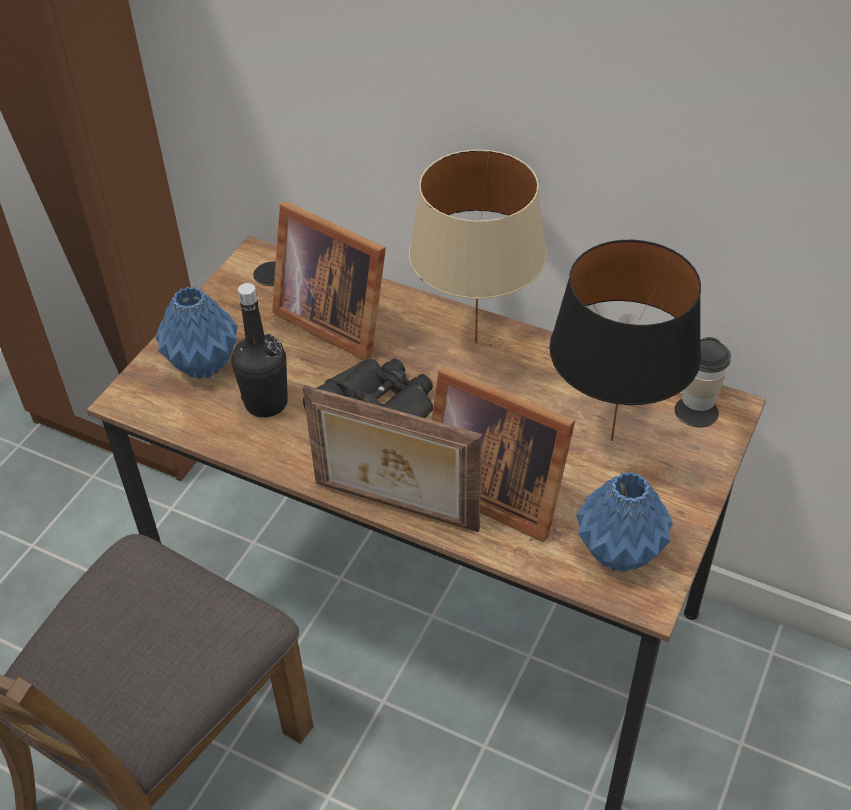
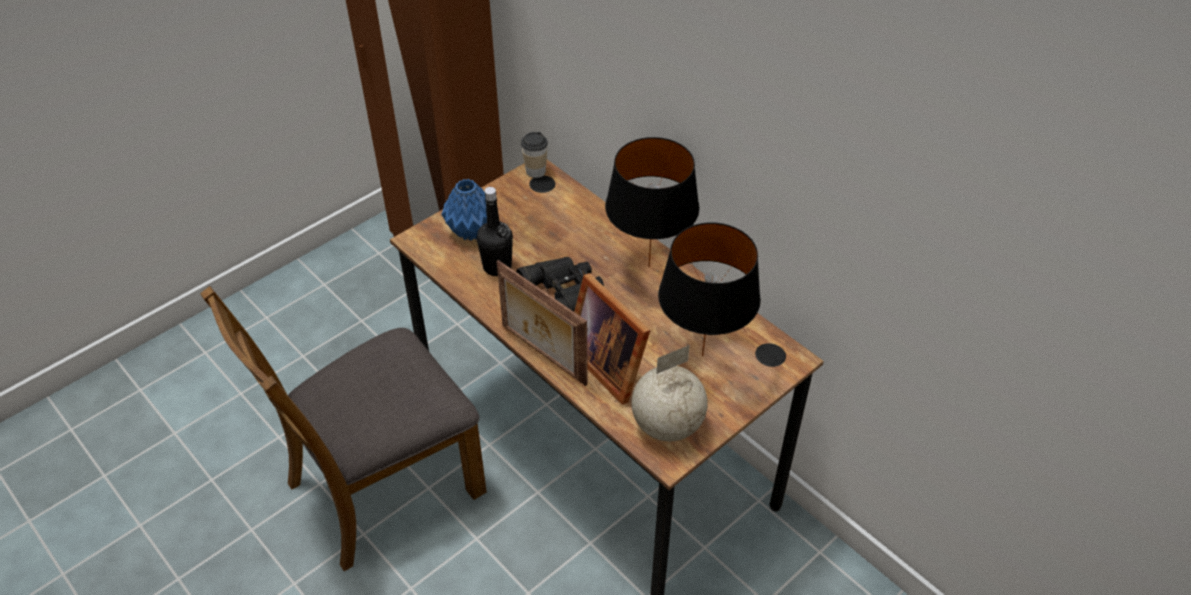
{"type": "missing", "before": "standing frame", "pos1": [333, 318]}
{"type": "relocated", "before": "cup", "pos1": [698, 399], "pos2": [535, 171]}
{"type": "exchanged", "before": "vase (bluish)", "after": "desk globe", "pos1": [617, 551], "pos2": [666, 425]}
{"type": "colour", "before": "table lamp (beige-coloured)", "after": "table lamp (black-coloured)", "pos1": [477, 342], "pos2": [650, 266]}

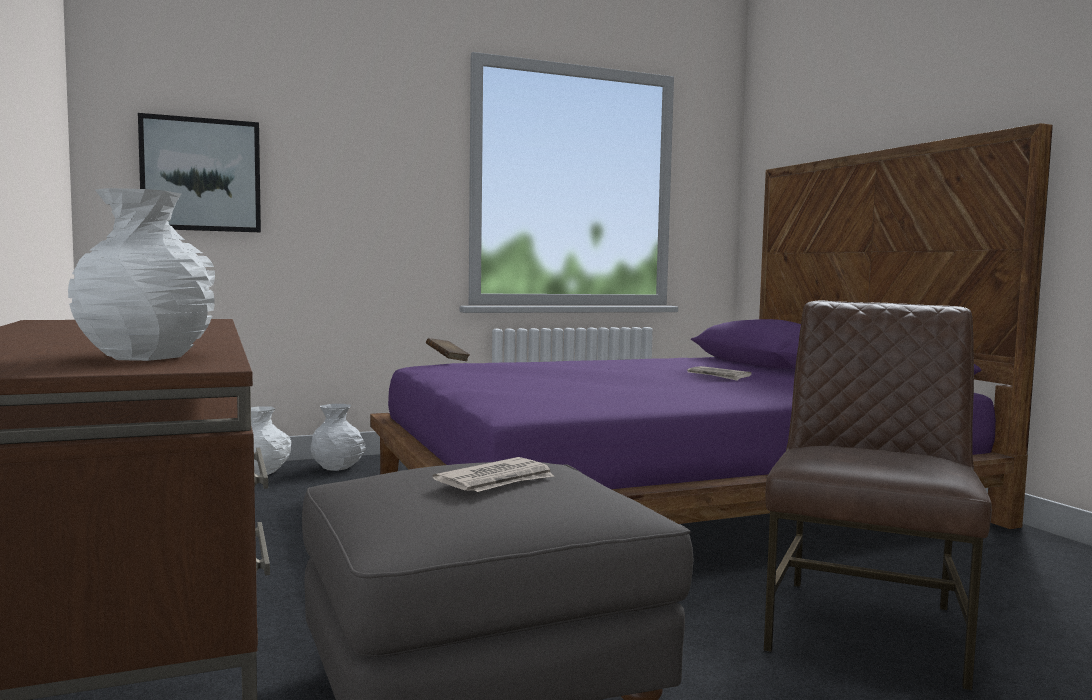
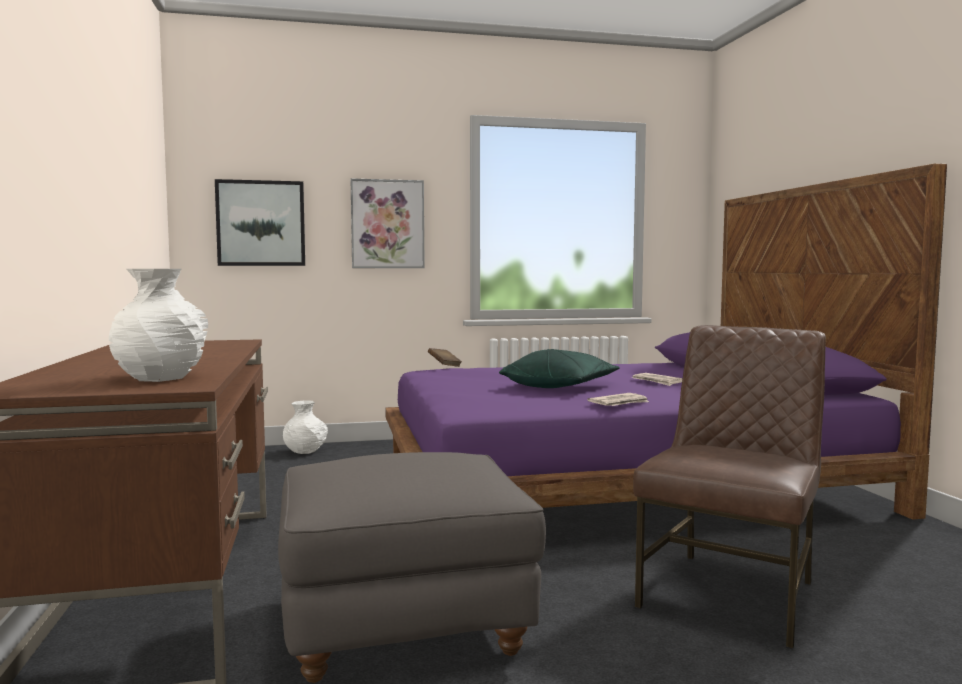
{"type": "missing", "before": "vase (white)", "pos1": [338, 467]}
{"type": "appeared", "after": "wall art", "pos2": [387, 224]}
{"type": "appeared", "after": "throw pillow (green)", "pos2": [559, 387]}
{"type": "relocated", "before": "printed paper", "pos1": [497, 481], "pos2": [619, 403]}

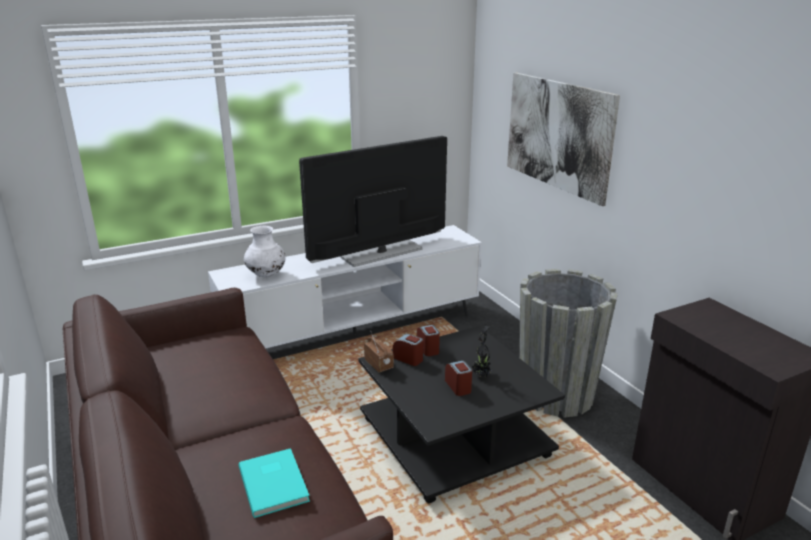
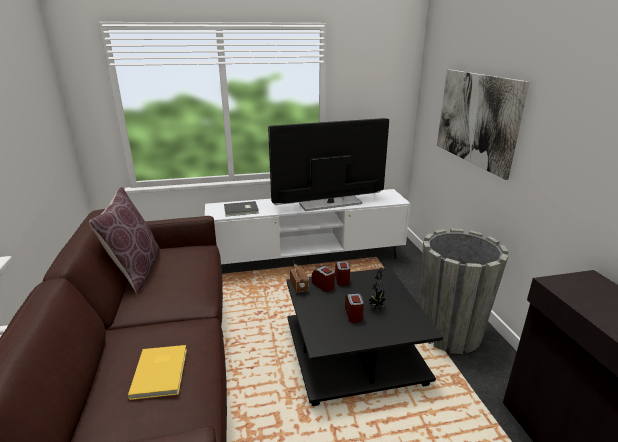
{"type": "appeared", "after": "throw pillow (brown)", "pos2": [136, 270]}
{"type": "exchanged", "before": "vase (white)", "after": "volume (greyish)", "pos1": [266, 275], "pos2": [241, 210]}
{"type": "colour", "before": "volume (turquoise-coloured)", "after": "volume (yellow)", "pos1": [275, 482], "pos2": [161, 372]}

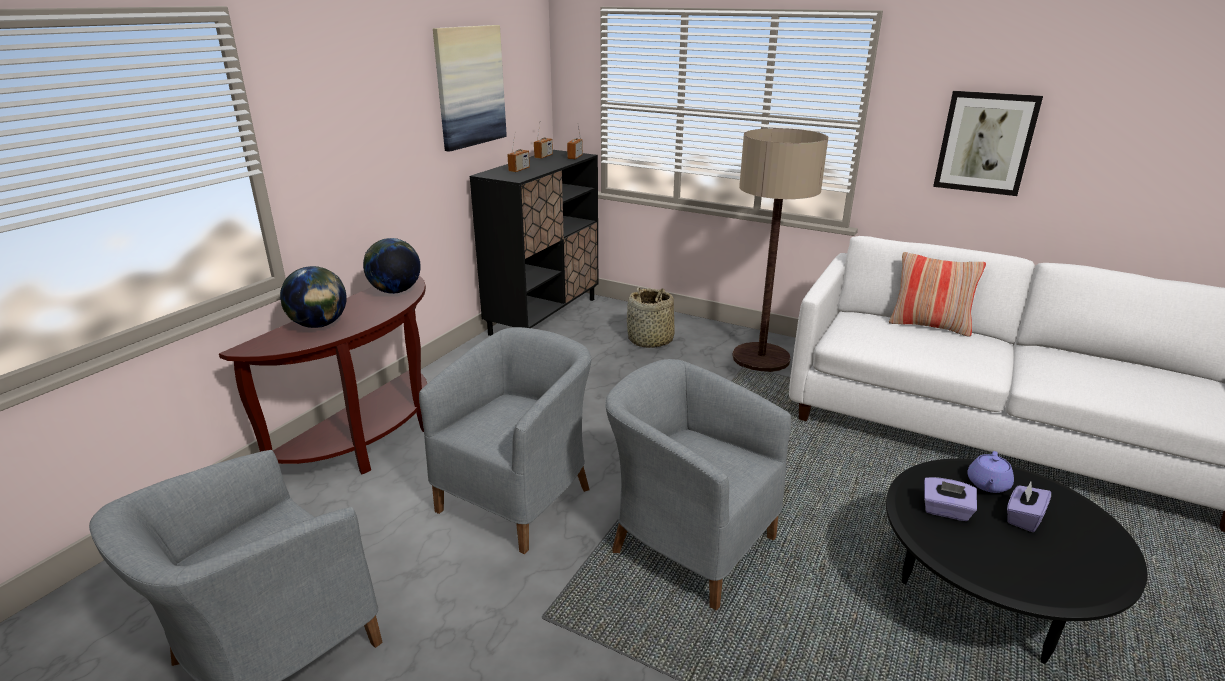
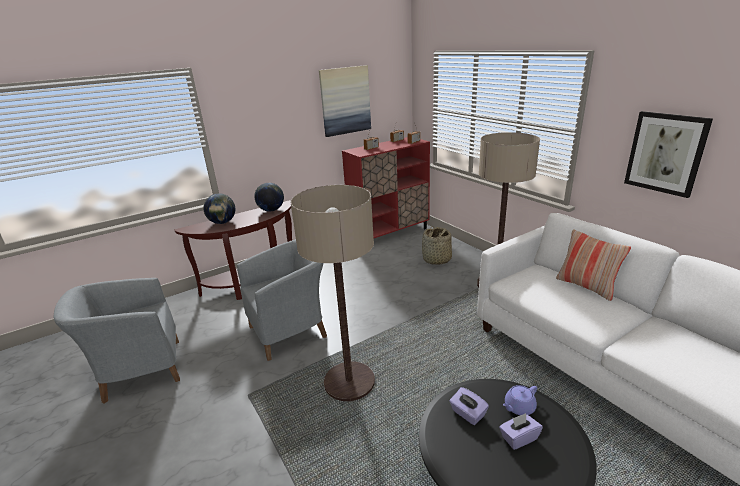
{"type": "exchanged", "before": "armchair (greyish)", "after": "floor lamp", "pos1": [687, 541], "pos2": [349, 382]}
{"type": "colour", "before": "storage cabinet (black-coloured)", "after": "storage cabinet (reddish)", "pos1": [544, 316], "pos2": [390, 234]}

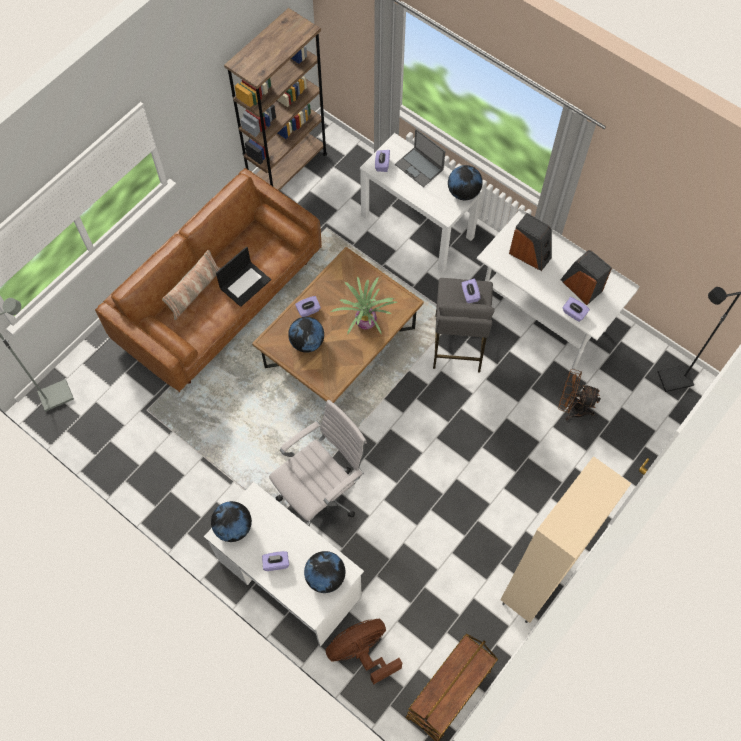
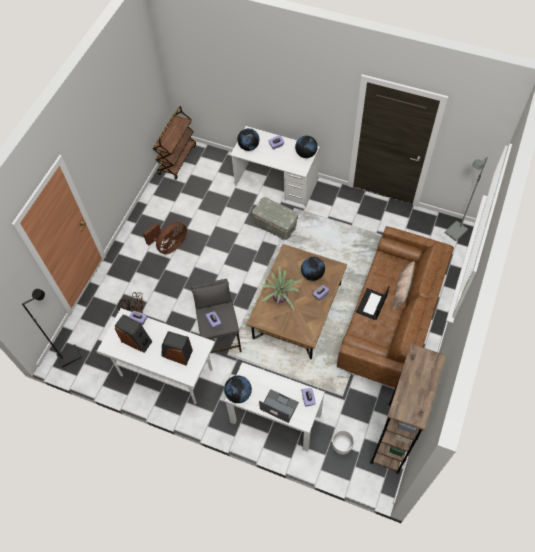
{"type": "missing", "before": "storage cabinet (beige-coloured)", "pos1": [534, 586]}
{"type": "appeared", "after": "planter (white)", "pos2": [342, 446]}
{"type": "relocated", "before": "cooling fan (brown)", "pos1": [362, 652], "pos2": [170, 246]}
{"type": "exchanged", "before": "desk chair (white)", "after": "storage bin (greyish)", "pos1": [322, 493], "pos2": [275, 226]}

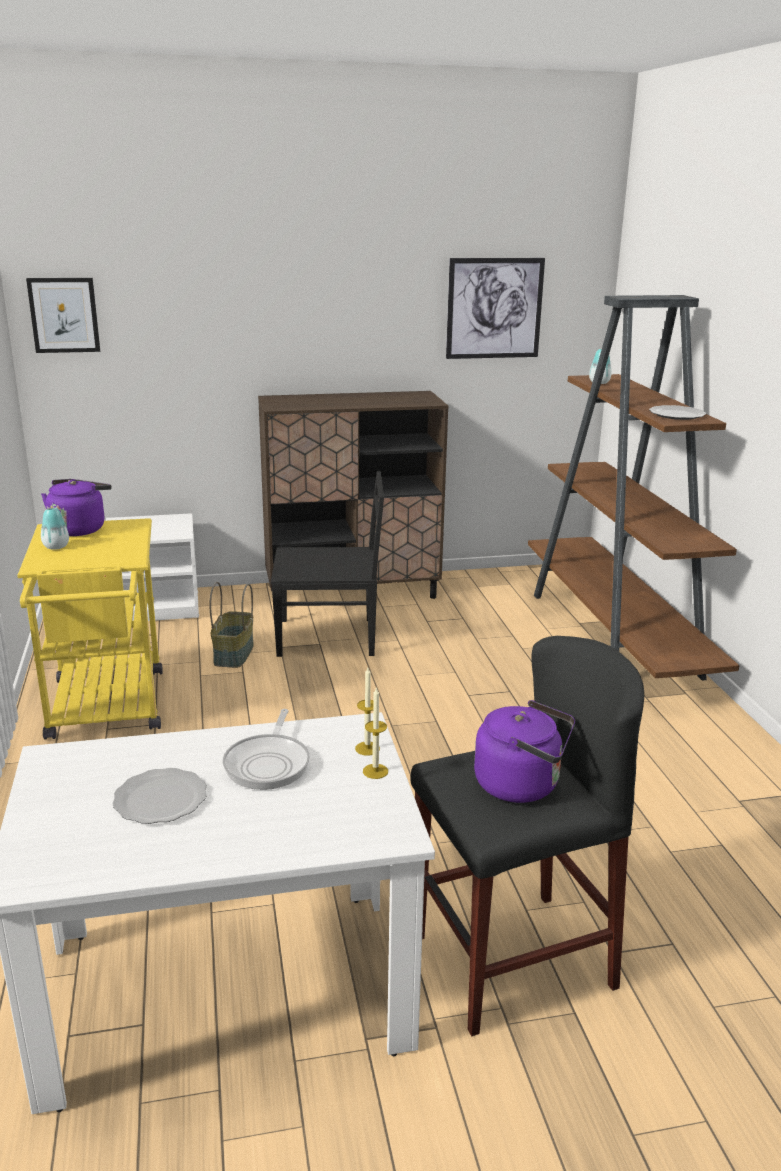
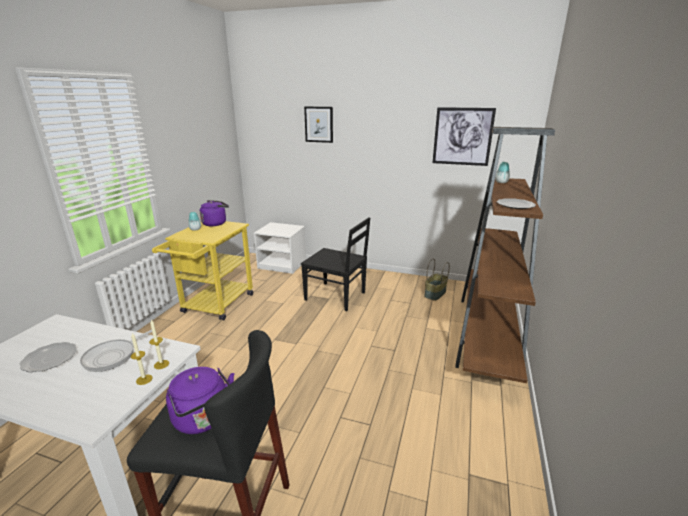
{"type": "missing", "before": "storage cabinet (brown)", "pos1": [353, 592]}
{"type": "relocated", "before": "wall art", "pos1": [64, 315], "pos2": [319, 124]}
{"type": "relocated", "before": "household basket", "pos1": [234, 654], "pos2": [435, 294]}

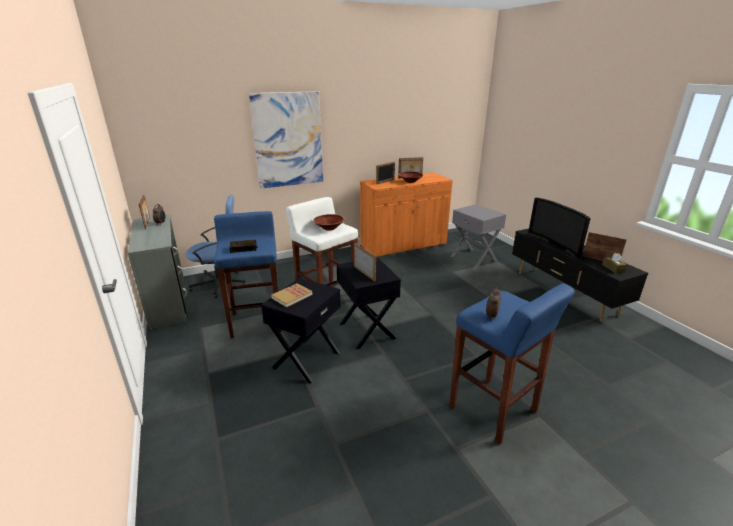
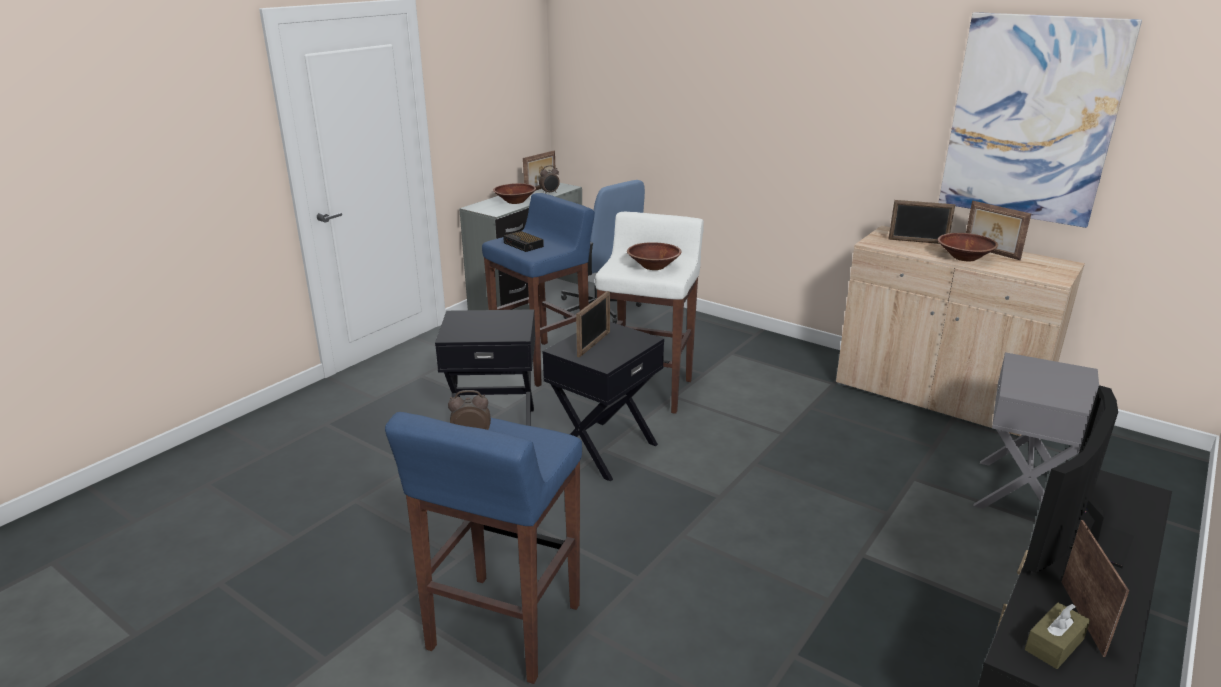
{"type": "missing", "before": "volume", "pos1": [292, 296]}
{"type": "appeared", "after": "deep dish (brown)", "pos2": [515, 201]}
{"type": "relocated", "before": "wall art", "pos1": [288, 140], "pos2": [1031, 119]}
{"type": "colour", "before": "storage cabinet (orangey)", "after": "storage cabinet (beige-coloured)", "pos1": [403, 245], "pos2": [937, 397]}

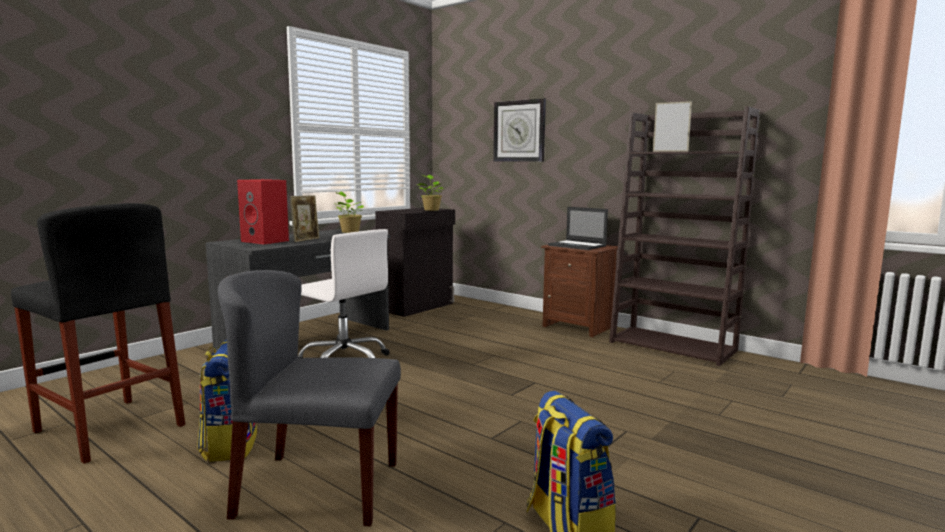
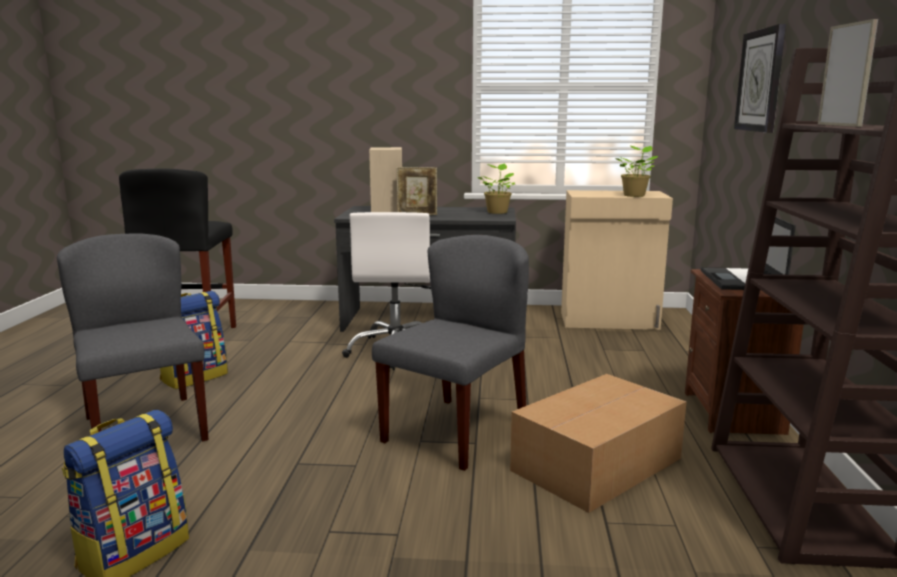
{"type": "appeared", "after": "plain chair (greyish)", "pos2": [455, 431]}
{"type": "appeared", "after": "cardboard box", "pos2": [594, 464]}
{"type": "colour", "before": "loudspeaker (reddish)", "after": "loudspeaker (beige-coloured)", "pos1": [266, 241], "pos2": [388, 211]}
{"type": "colour", "before": "storage cabinet (black-coloured)", "after": "storage cabinet (beige-coloured)", "pos1": [417, 307], "pos2": [610, 321]}

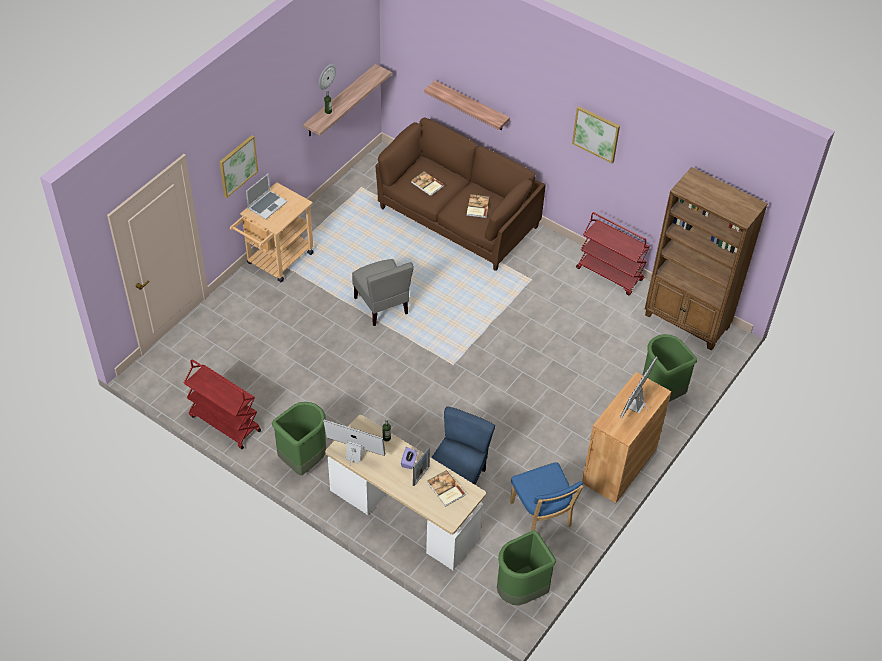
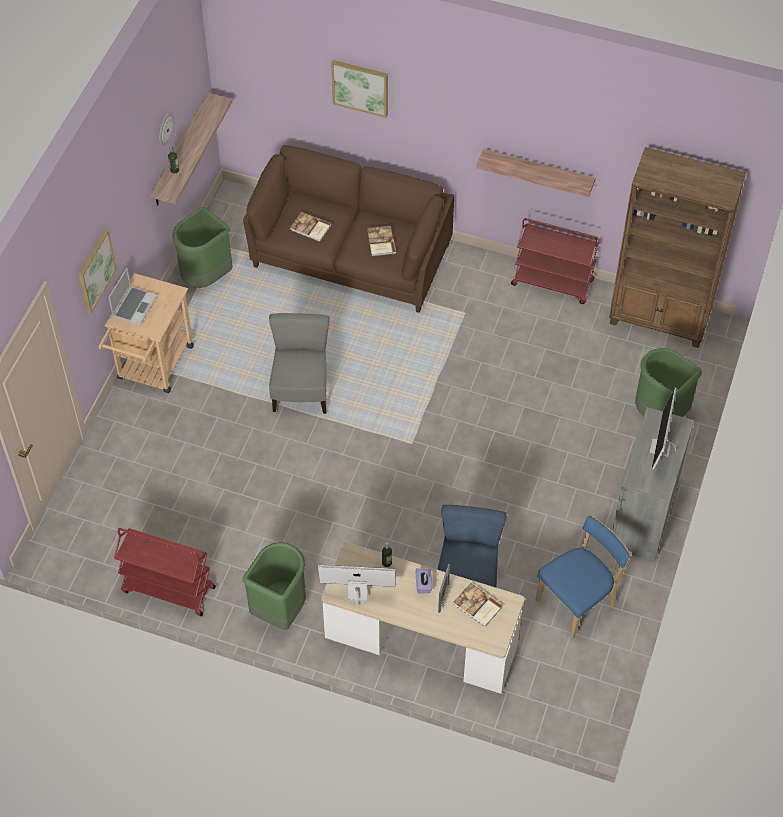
{"type": "relocated", "before": "wall shelf", "pos1": [471, 106], "pos2": [538, 172]}
{"type": "relocated", "before": "rubbish bin (green)", "pos1": [521, 592], "pos2": [206, 277]}
{"type": "relocated", "before": "wall art", "pos1": [596, 134], "pos2": [360, 87]}
{"type": "colour", "before": "storage cabinet (brown)", "after": "storage cabinet (greyish)", "pos1": [619, 466], "pos2": [643, 516]}
{"type": "spun", "before": "plain chair (greyish)", "pos1": [382, 305], "pos2": [301, 391], "turn": -135}
{"type": "spun", "before": "plain chair (bluish)", "pos1": [542, 517], "pos2": [578, 601], "turn": -90}

